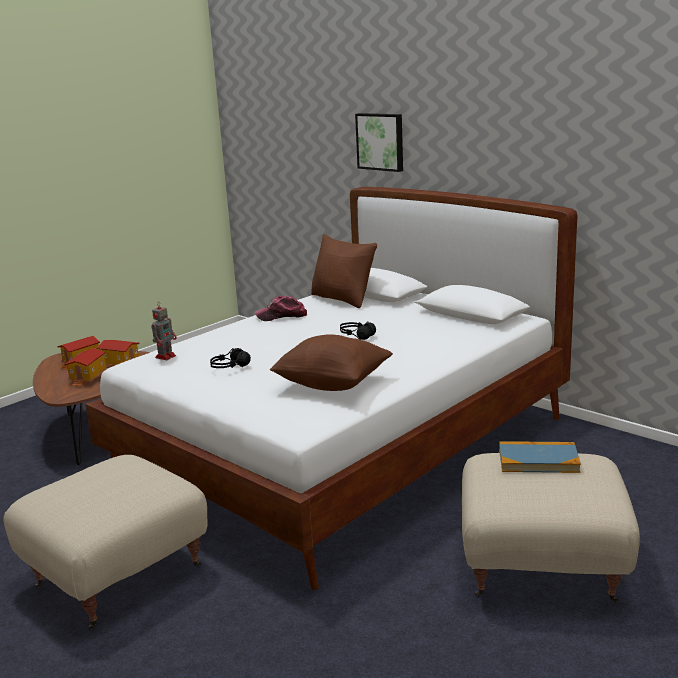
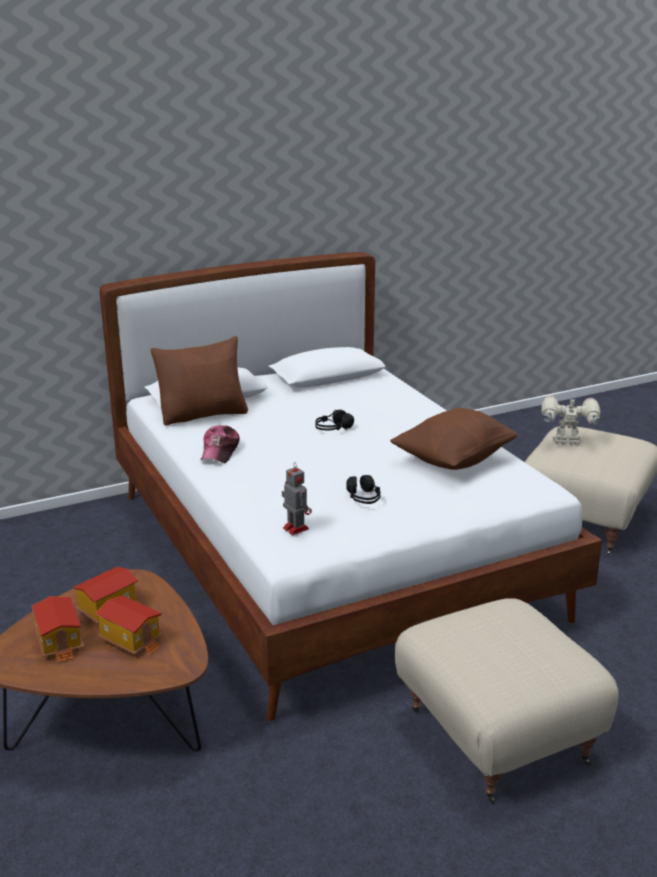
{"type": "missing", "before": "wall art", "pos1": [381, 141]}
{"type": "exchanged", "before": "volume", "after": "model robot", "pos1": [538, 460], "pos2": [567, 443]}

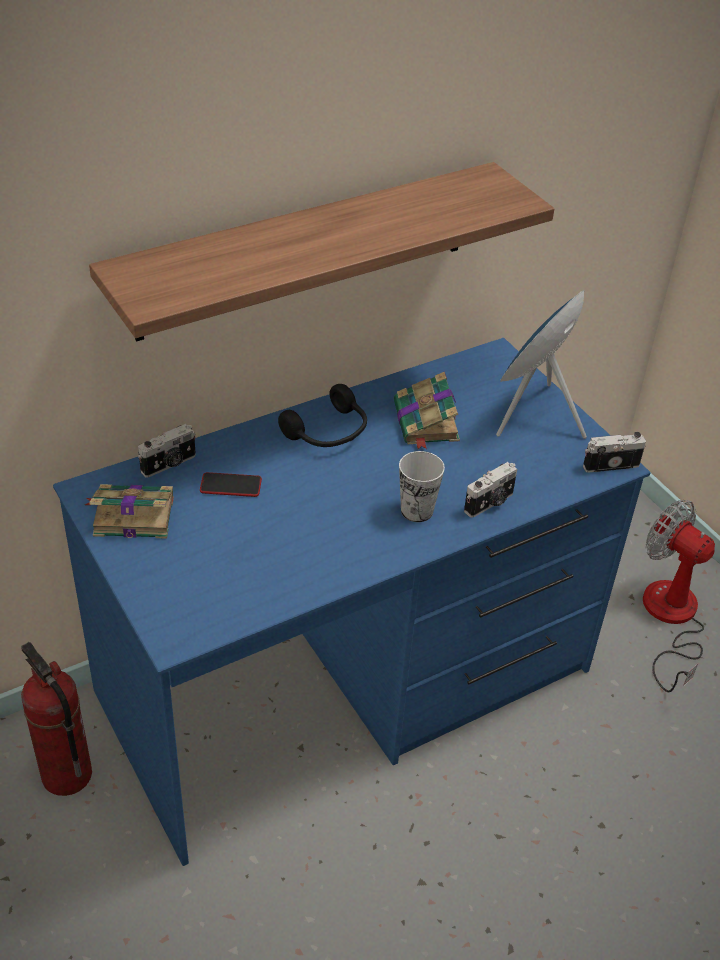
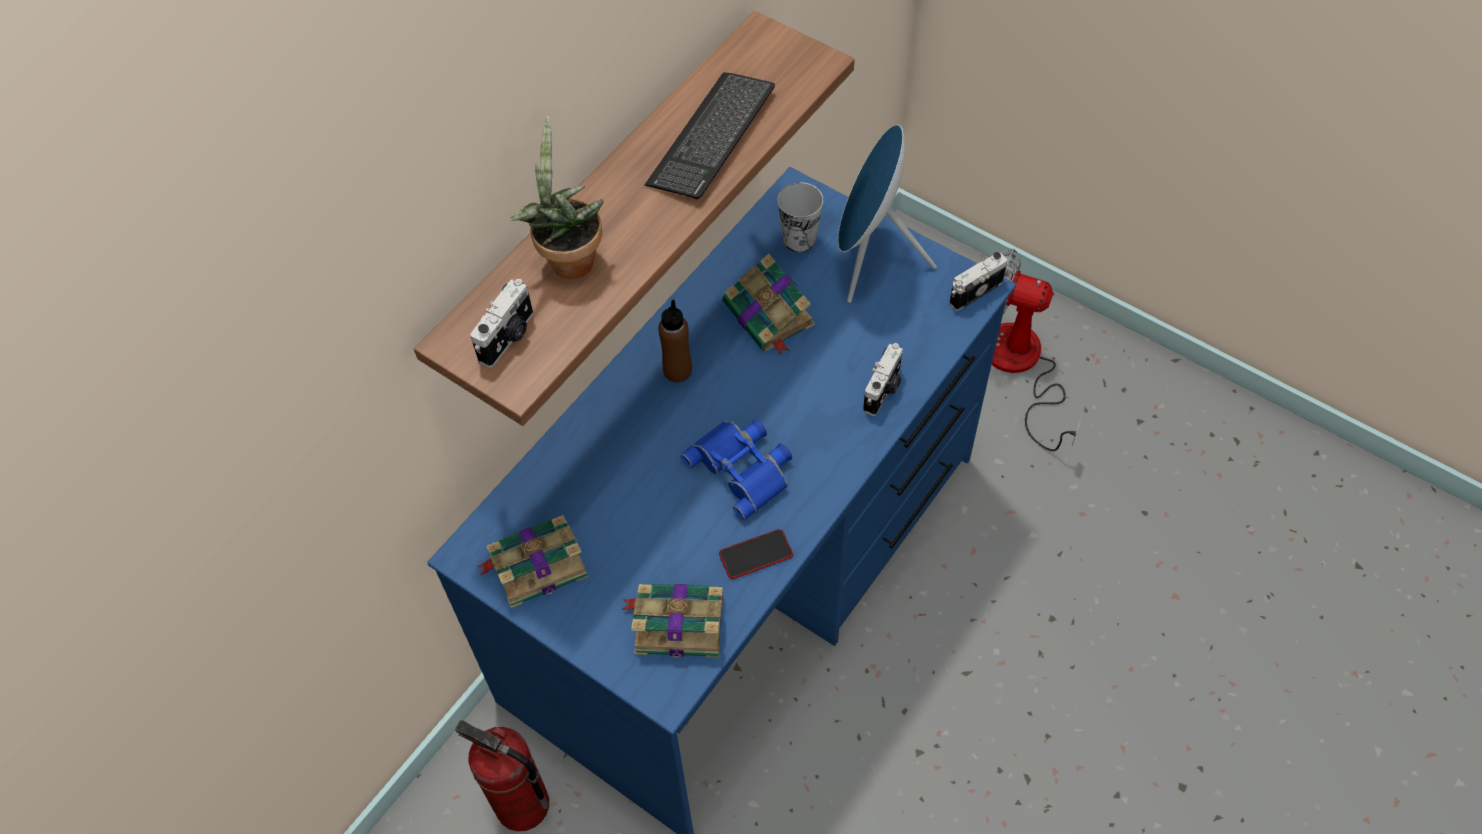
{"type": "appeared", "after": "plant in a pot", "pos2": [568, 258]}
{"type": "appeared", "after": "volume", "pos2": [676, 623]}
{"type": "appeared", "after": "PC keyboard", "pos2": [711, 138]}
{"type": "appeared", "after": "field glasses (bluish)", "pos2": [743, 468]}
{"type": "relocated", "before": "still camera", "pos1": [169, 464], "pos2": [508, 337]}
{"type": "relocated", "before": "phone", "pos1": [230, 486], "pos2": [756, 554]}
{"type": "relocated", "before": "cup", "pos1": [417, 510], "pos2": [799, 239]}
{"type": "exchanged", "before": "headset (black-coloured)", "after": "bottle (brown)", "pos1": [328, 432], "pos2": [677, 370]}

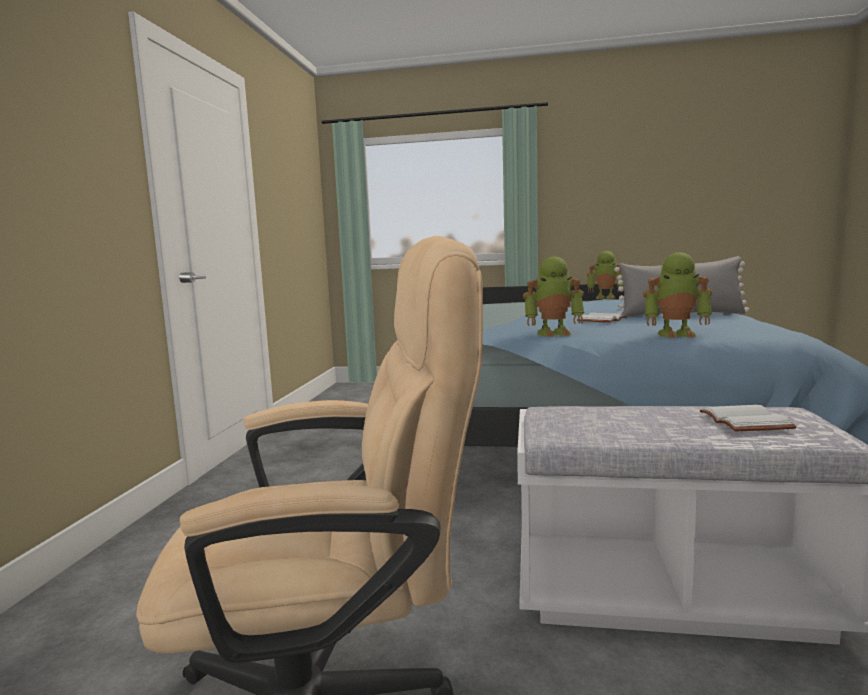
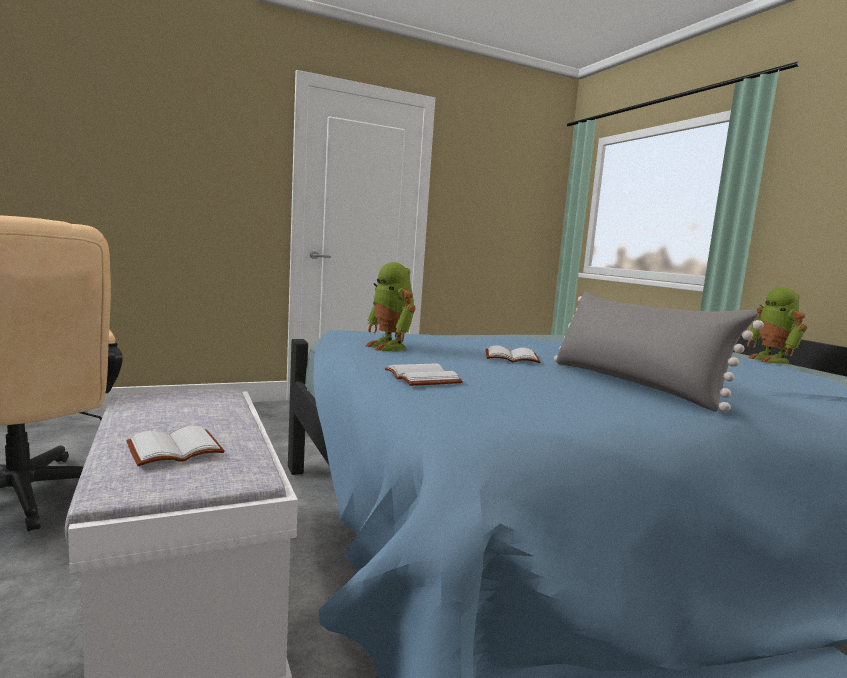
{"type": "exchanged", "before": "model robot", "after": "volume (white)", "pos1": [676, 334], "pos2": [424, 378]}

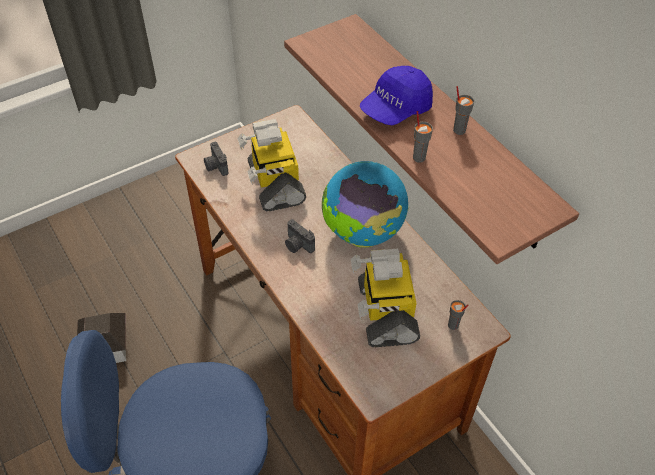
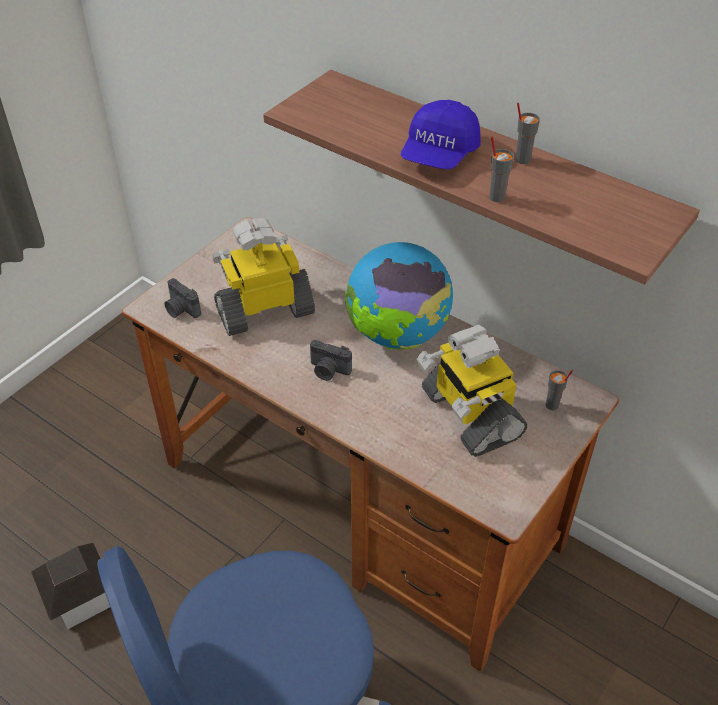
{"type": "spun", "before": "model robot", "pos1": [274, 183], "pos2": [264, 310], "turn": 105}

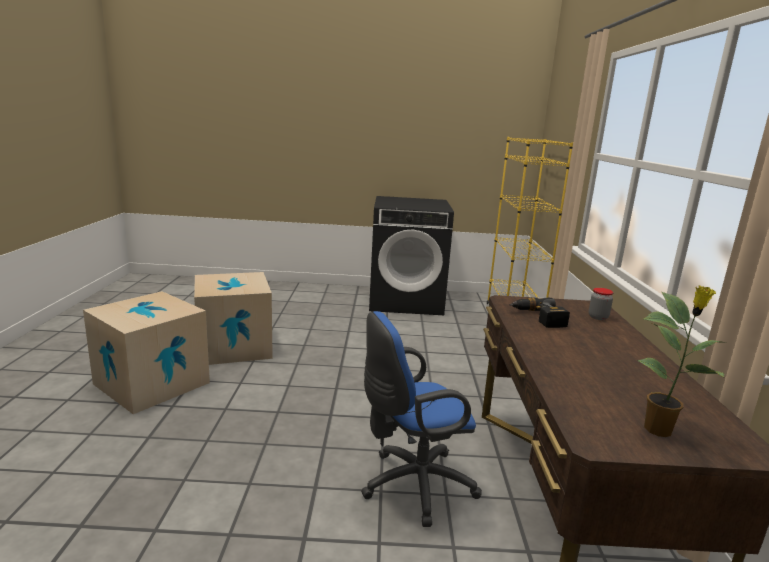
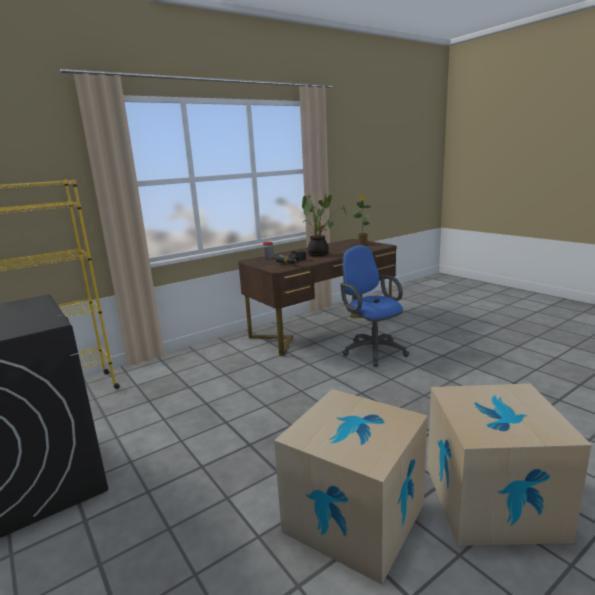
{"type": "appeared", "after": "plant in a pot", "pos2": [320, 254]}
{"type": "spun", "before": "desk chair (bluish)", "pos1": [412, 485], "pos2": [372, 350], "turn": -150}

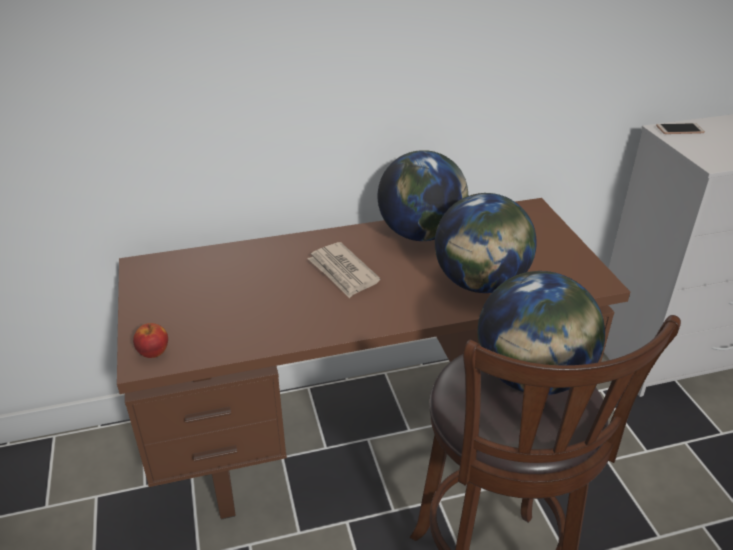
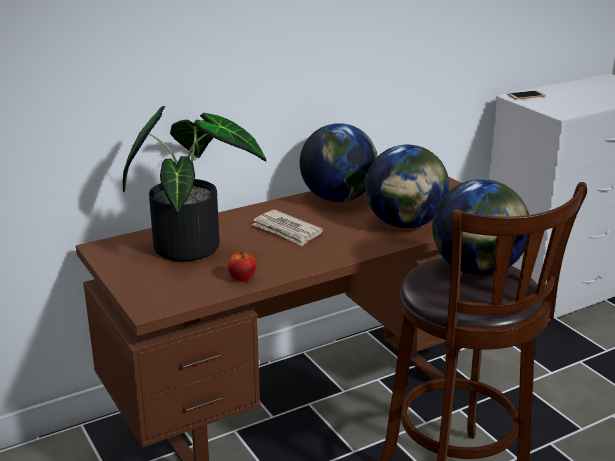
{"type": "appeared", "after": "plant in a pot", "pos2": [192, 244]}
{"type": "relocated", "before": "whole apple", "pos1": [153, 352], "pos2": [242, 278]}

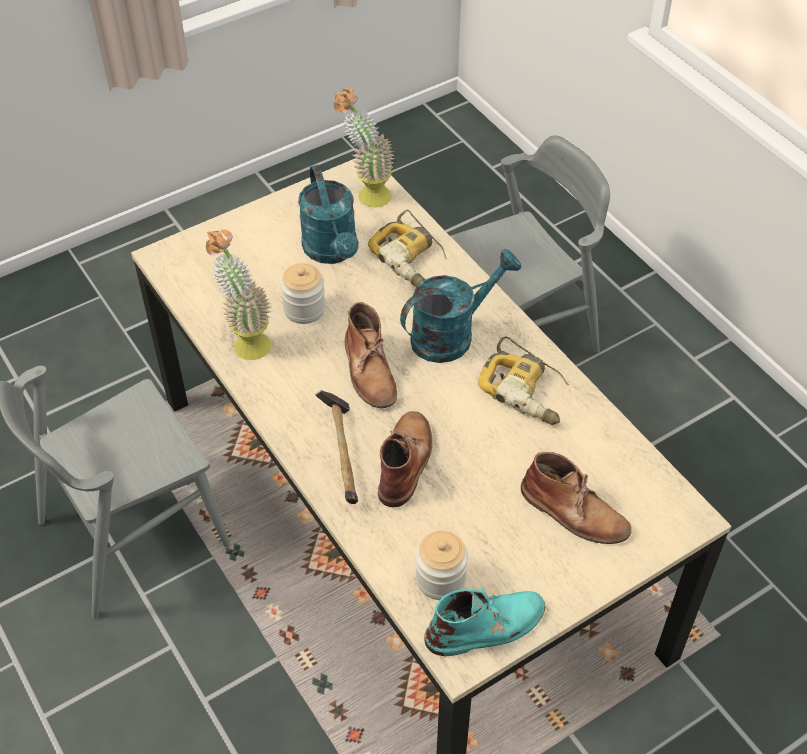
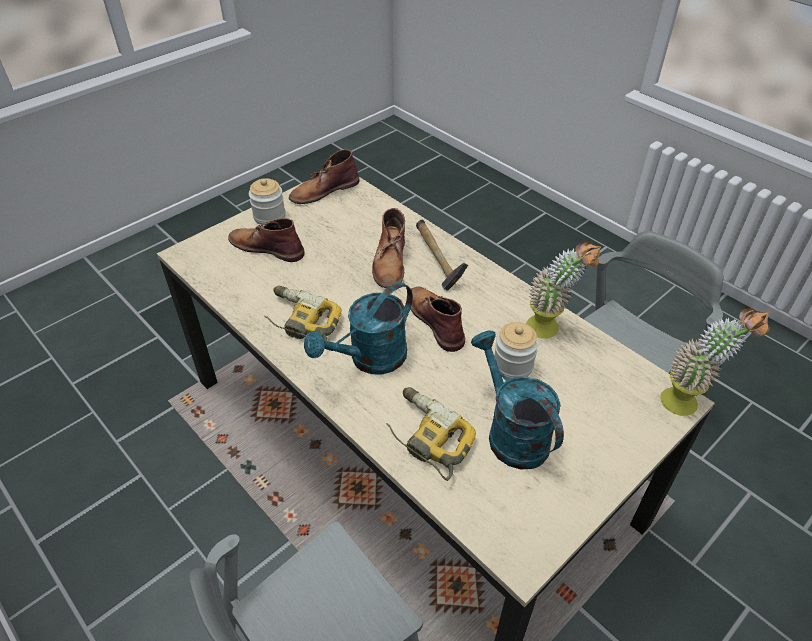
{"type": "relocated", "before": "plant in a pot", "pos1": [366, 194], "pos2": [689, 402]}
{"type": "relocated", "before": "storage jar", "pos1": [440, 579], "pos2": [269, 216]}
{"type": "colour", "before": "high-top boot (turquoise-coloured)", "after": "high-top boot (brown)", "pos1": [486, 626], "pos2": [323, 190]}

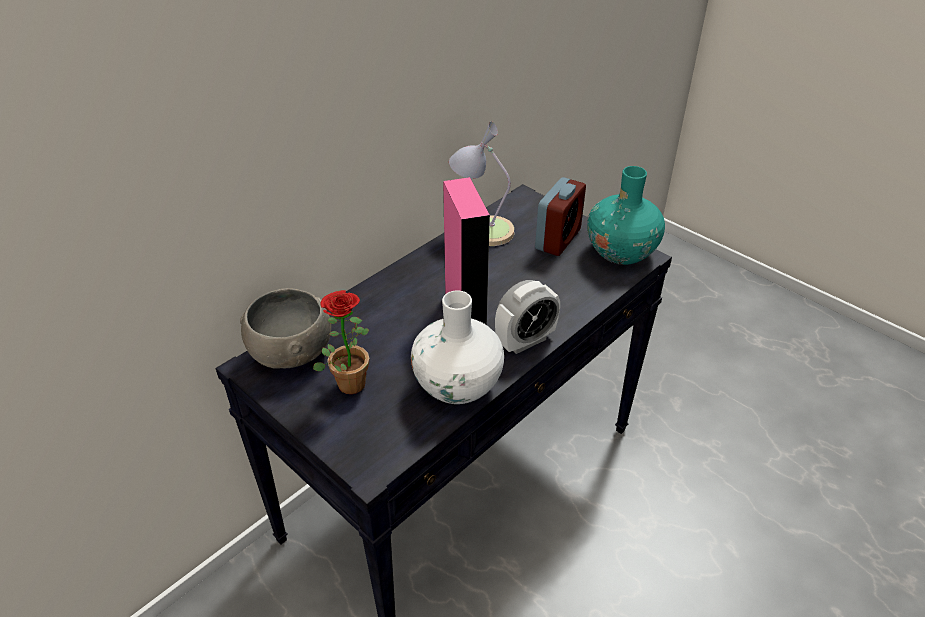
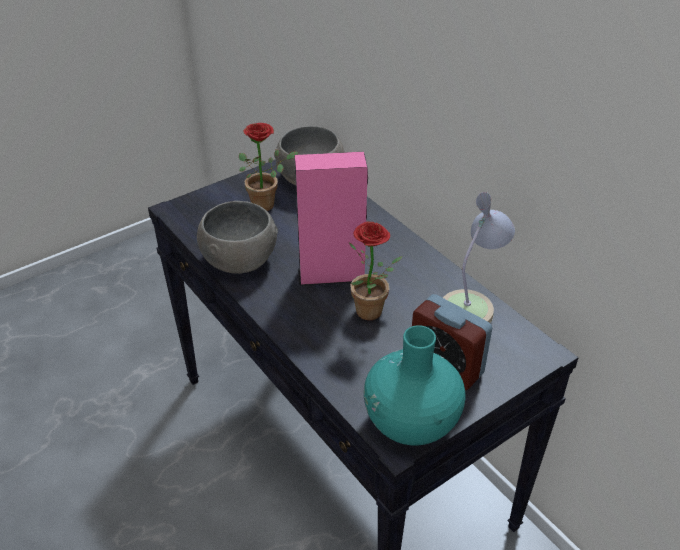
{"type": "missing", "before": "alarm clock", "pos1": [525, 341]}
{"type": "appeared", "after": "plant in a pot", "pos2": [371, 315]}
{"type": "exchanged", "before": "vase (white)", "after": "deep dish (greyish)", "pos1": [457, 385], "pos2": [238, 259]}

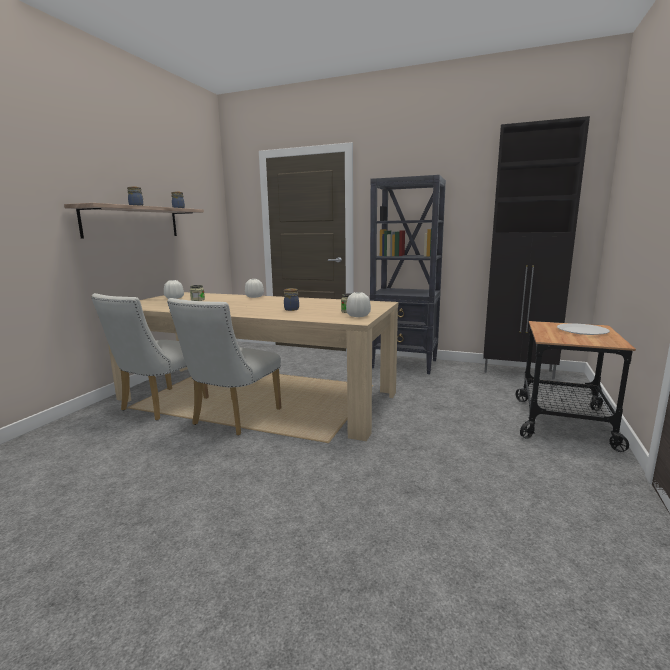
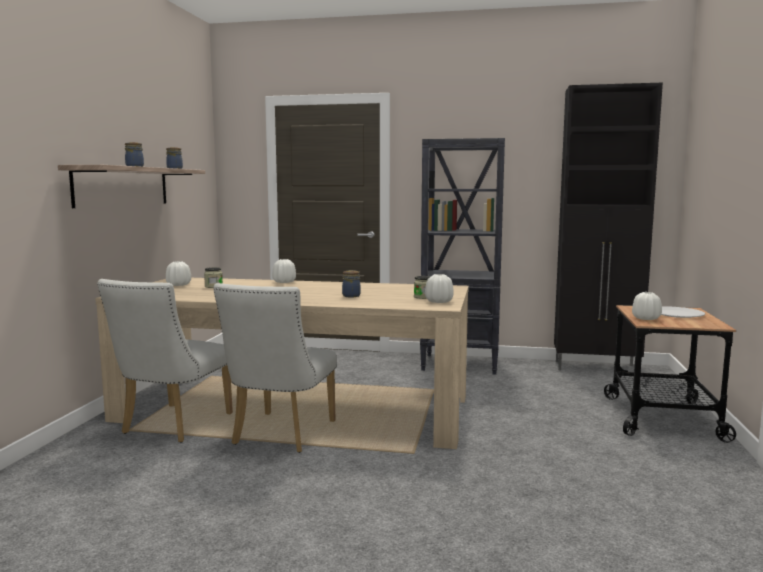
{"type": "appeared", "after": "vase (white)", "pos2": [645, 318]}

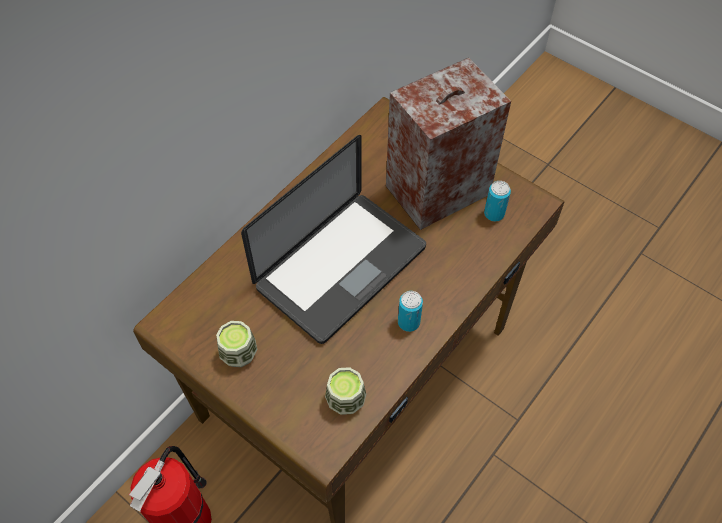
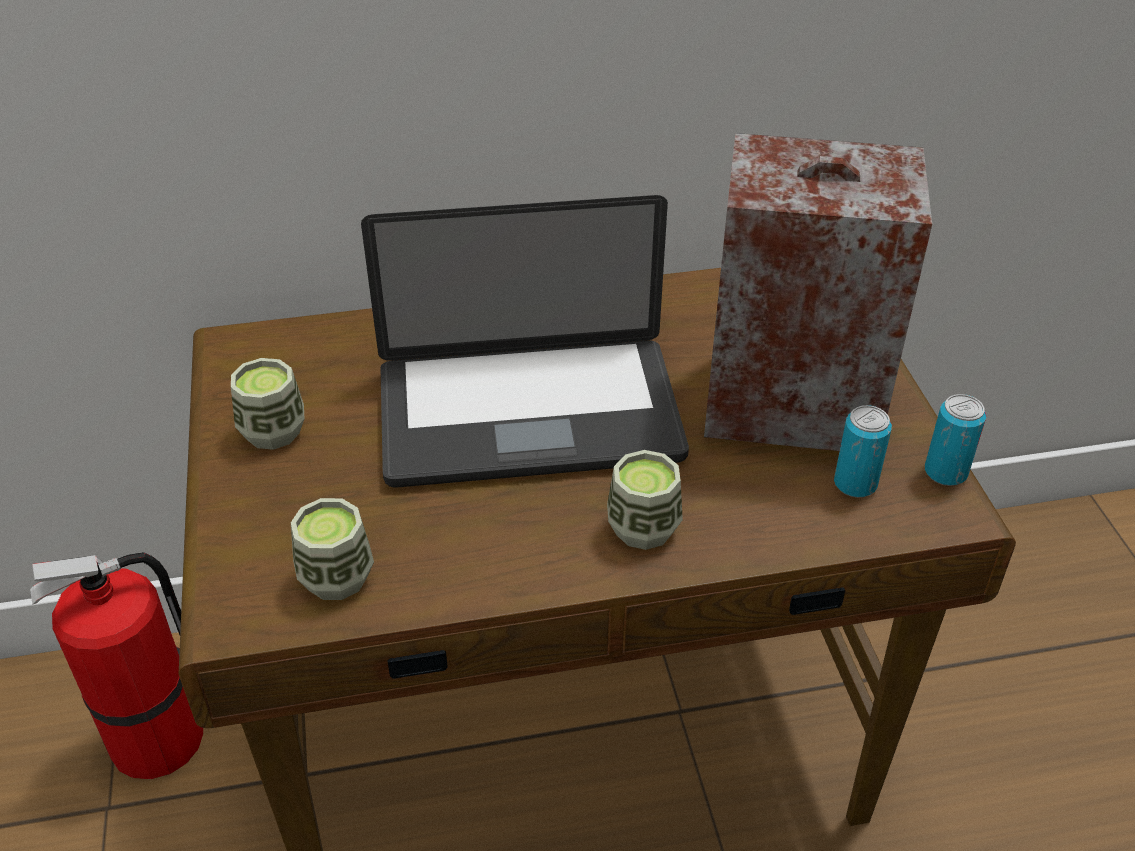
{"type": "appeared", "after": "cup", "pos2": [643, 528]}
{"type": "relocated", "before": "metal can", "pos1": [408, 322], "pos2": [945, 472]}

